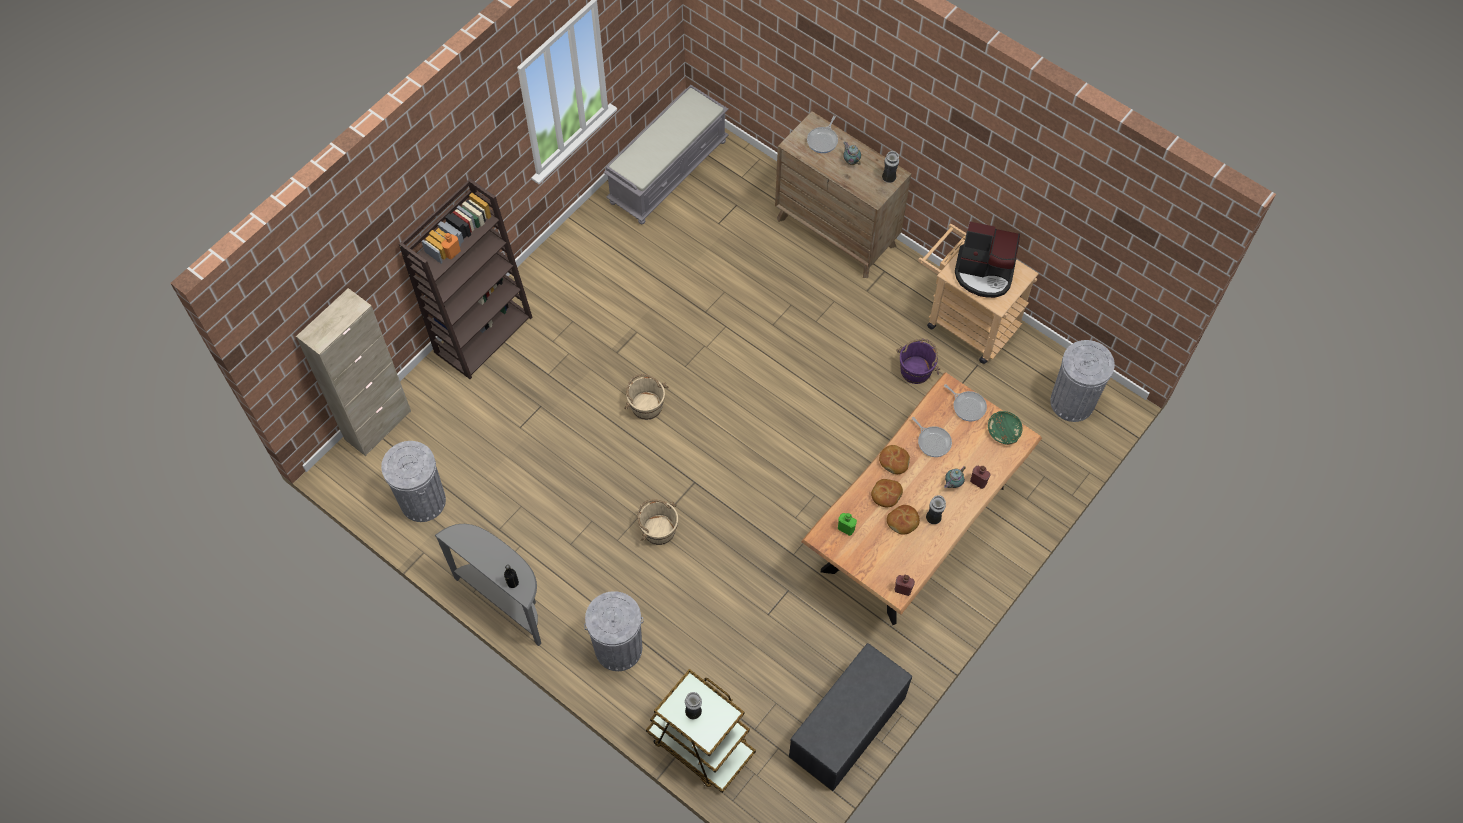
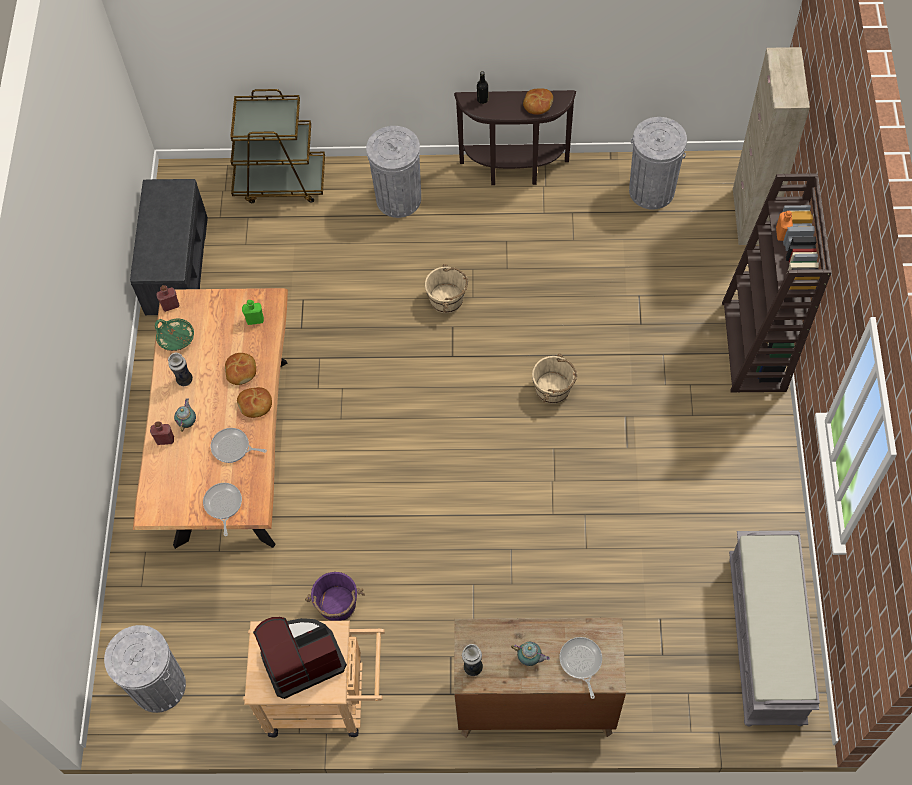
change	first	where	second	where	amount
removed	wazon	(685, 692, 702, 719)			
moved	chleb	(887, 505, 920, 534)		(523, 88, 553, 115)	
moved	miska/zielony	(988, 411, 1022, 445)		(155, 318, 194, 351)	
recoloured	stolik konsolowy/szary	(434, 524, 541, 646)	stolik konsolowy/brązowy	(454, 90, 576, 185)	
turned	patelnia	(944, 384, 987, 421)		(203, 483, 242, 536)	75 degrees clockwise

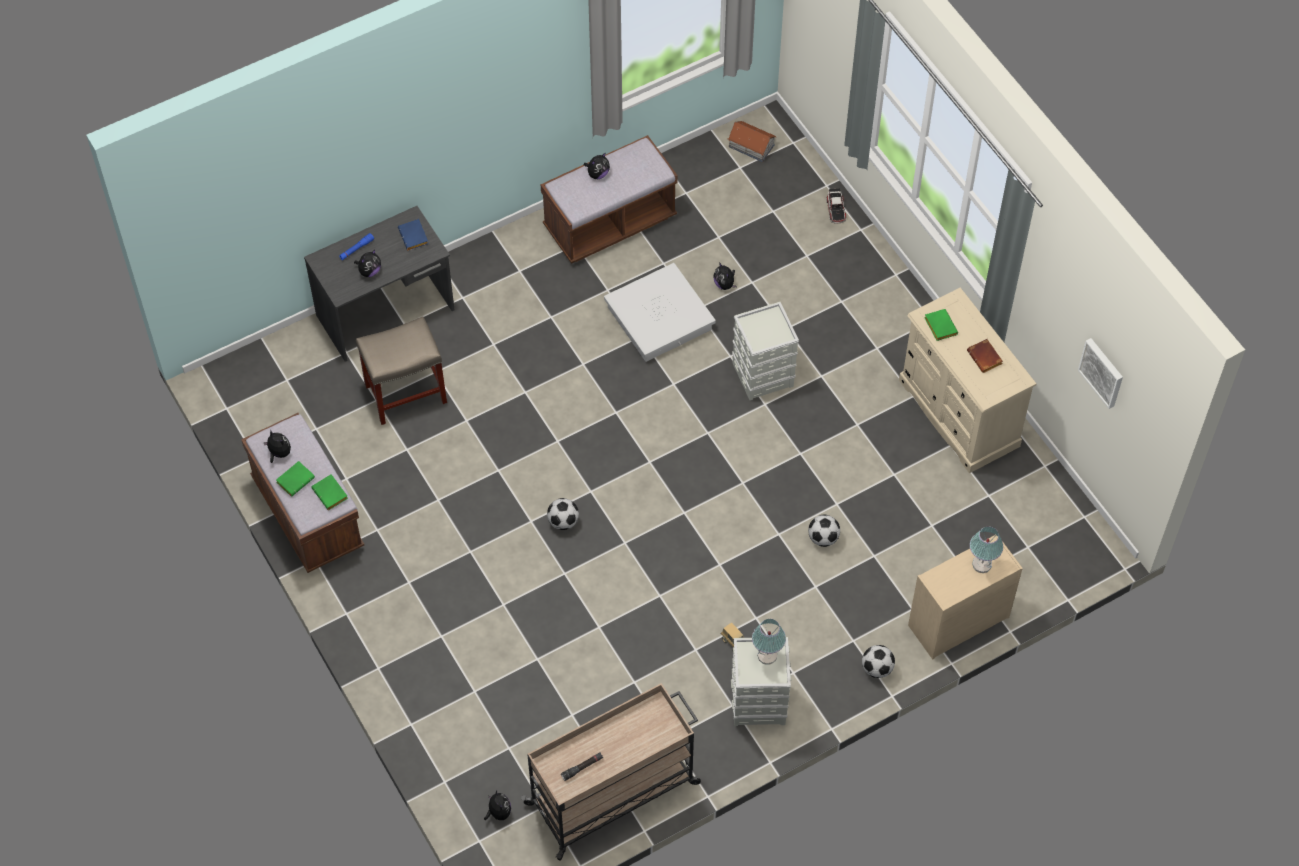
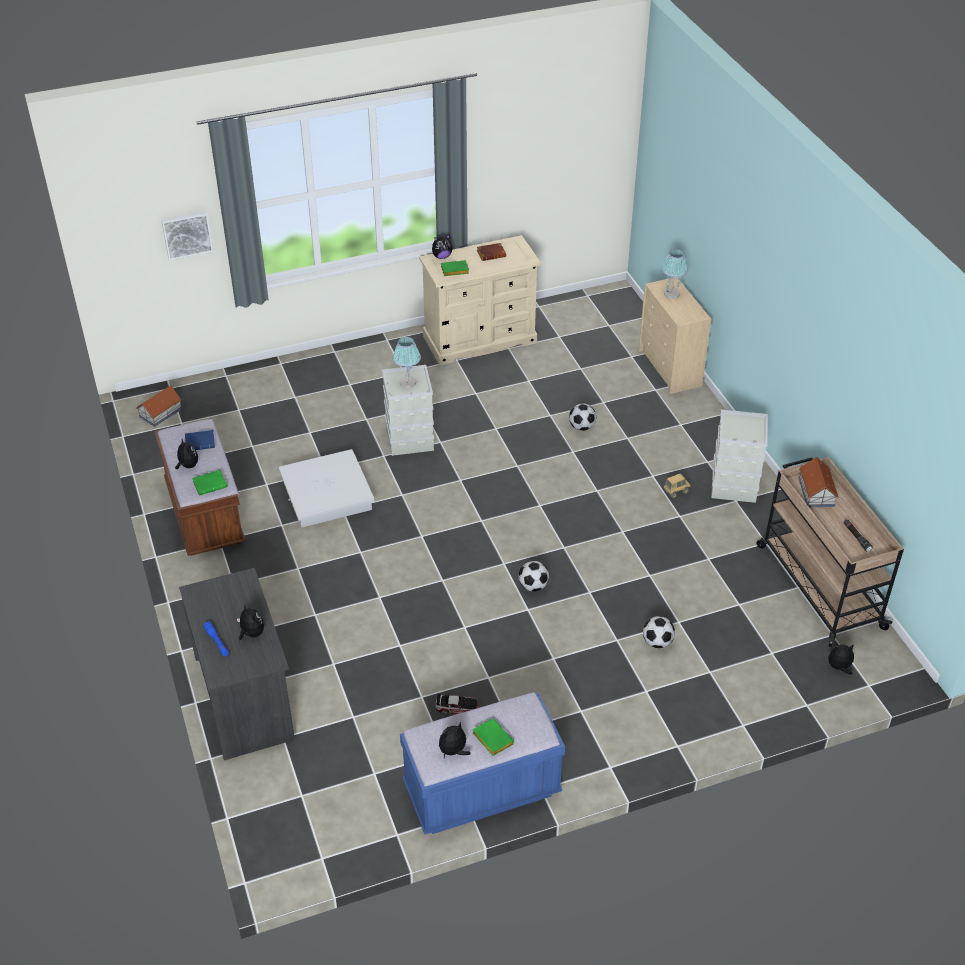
change	first	where	second	where	amount
removed	stołek/beżowy	(356, 316, 447, 425)			
added			domek	(799, 457, 839, 508)	
moved	książka/zielony	(311, 474, 348, 510)		(192, 470, 227, 496)	
moved	książka/niebieski	(398, 219, 429, 251)		(185, 430, 215, 450)	
moved	pluszak	(714, 262, 737, 290)		(432, 235, 452, 259)	
moved	lampa stołowa	(752, 619, 786, 665)		(393, 337, 421, 388)	
moved	samochodzik	(826, 189, 846, 224)		(436, 694, 478, 714)	
moved	piłka futbolowa	(862, 645, 895, 678)		(643, 616, 675, 648)	
moved	obraz	(1078, 338, 1123, 409)		(161, 211, 213, 261)	
recoloured	ławka/brązowy	(241, 413, 364, 573)	ławka/niebieski	(400, 692, 565, 834)	

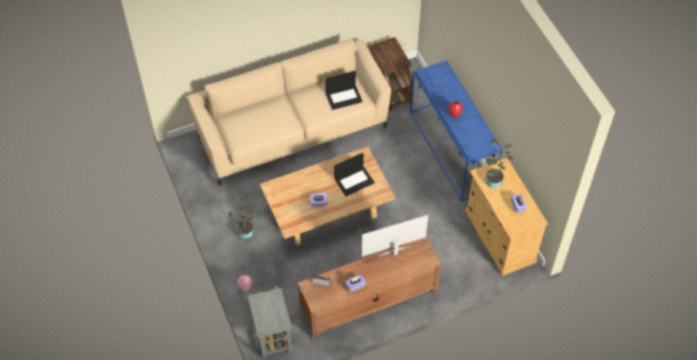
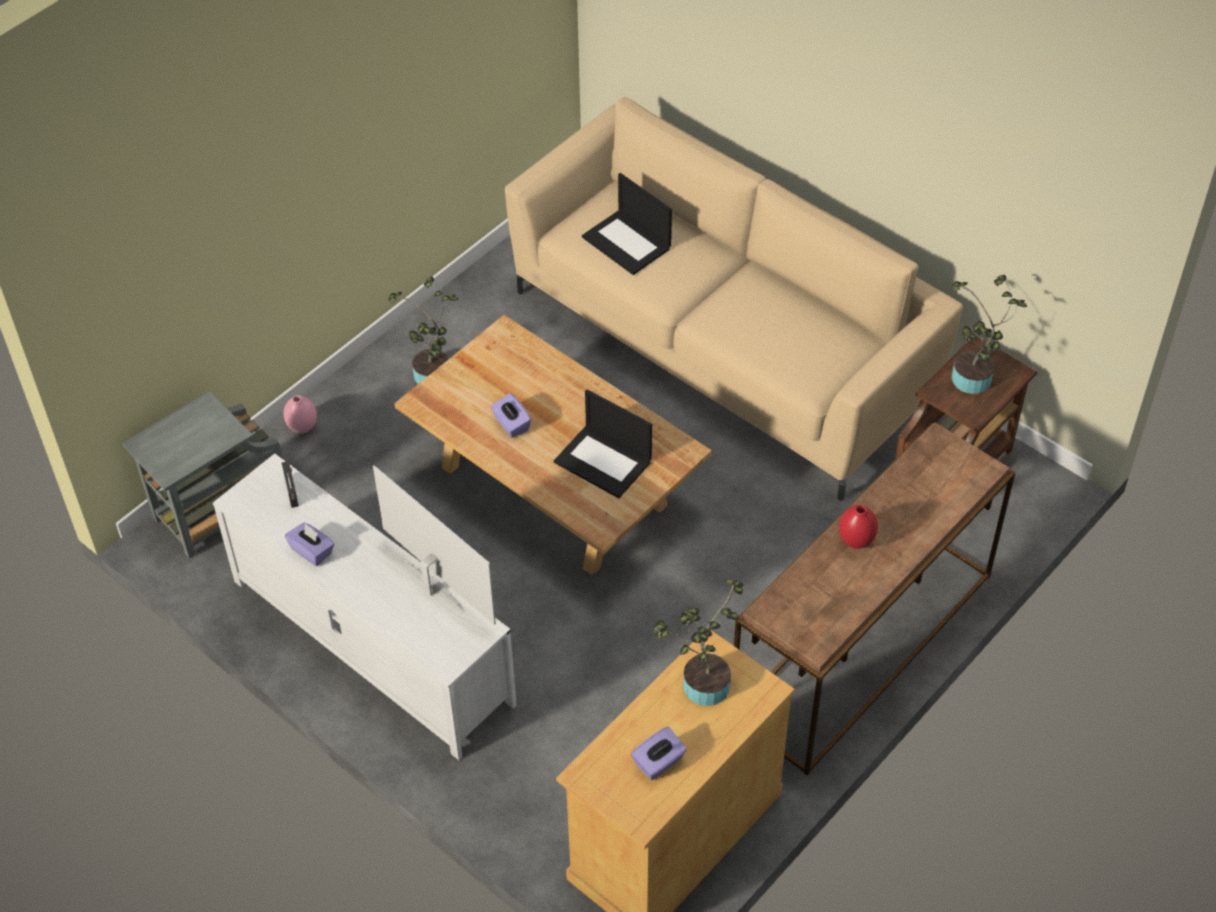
change	first	where	second	where	amount
added			roślina doniczkowa	(951, 275, 1027, 394)	
moved	laptop	(325, 71, 363, 110)		(582, 173, 672, 275)	
recoloured	szafka pod telewizor/brązowy	(298, 237, 441, 338)	szafka pod telewizor/biały	(213, 454, 517, 760)	
recoloured	stolik konsolowy/niebieski	(410, 61, 503, 201)	stolik konsolowy/brązowy	(734, 423, 1015, 775)	

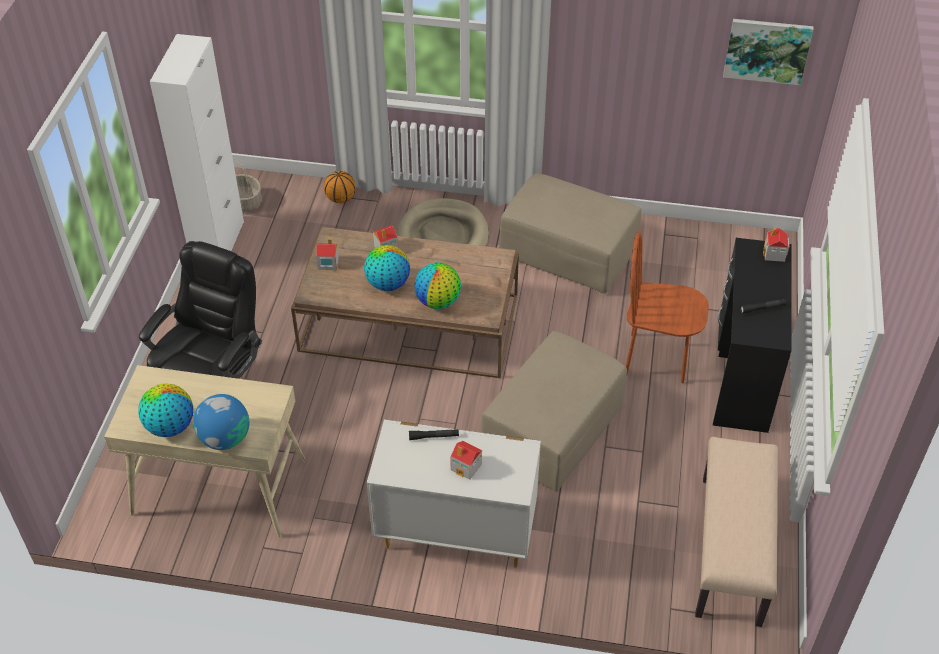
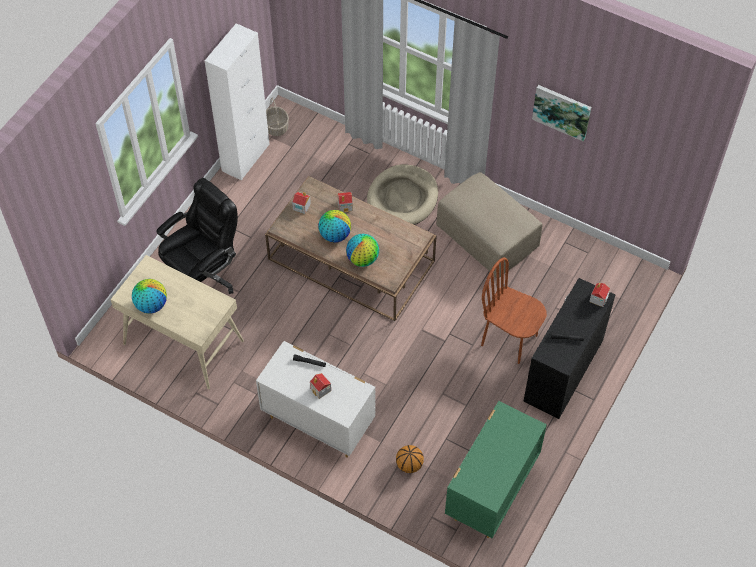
change	first	where	second	where	amount
removed	globus	(193, 394, 249, 450)			
removed	pufa/beżowy	(481, 331, 627, 492)			
moved	piłka do koszykówki	(324, 171, 356, 203)		(396, 445, 424, 473)	
moved	obraz	(723, 19, 813, 85)		(532, 85, 591, 141)	
replaced	ławka/beżowy	(695, 437, 778, 627)	komoda/zielony	(445, 401, 547, 538)	

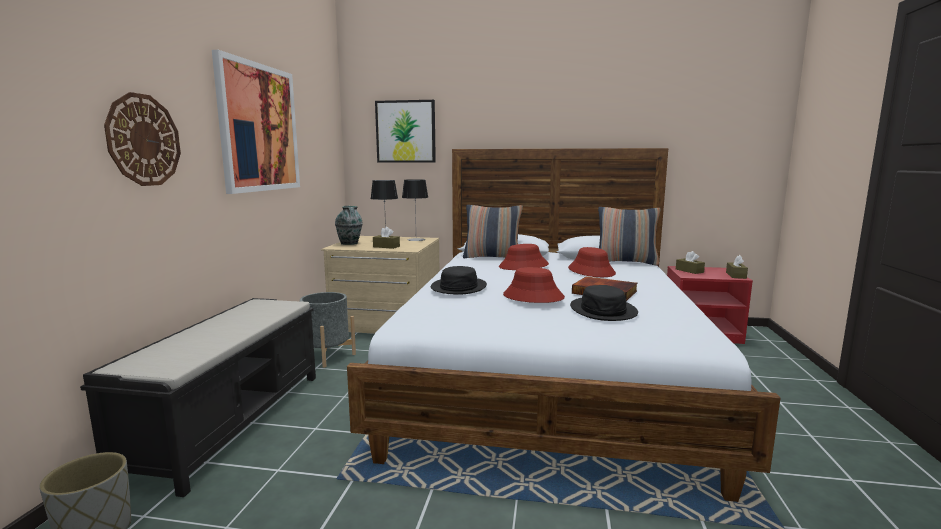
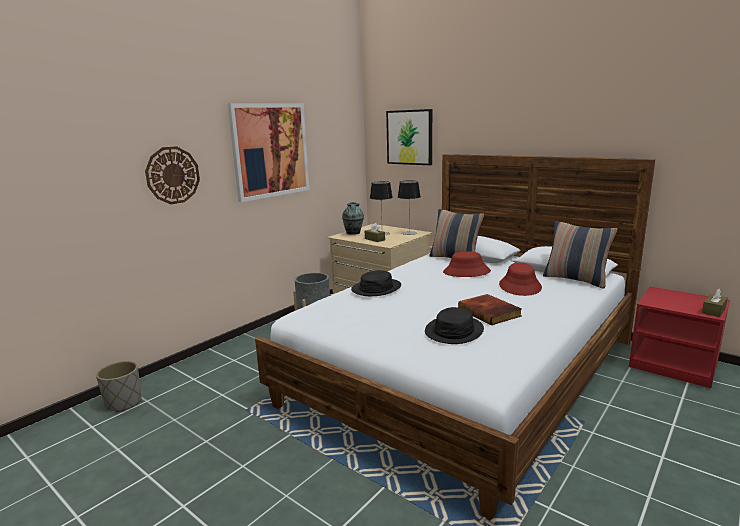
change	first	where	second	where	amount
removed	ławka/czarny	(80, 298, 316, 497)			
removed	kapelusz/czerwony	(503, 267, 565, 303)			
removed	pudełko chusteczek/brązowy	(676, 251, 705, 274)			

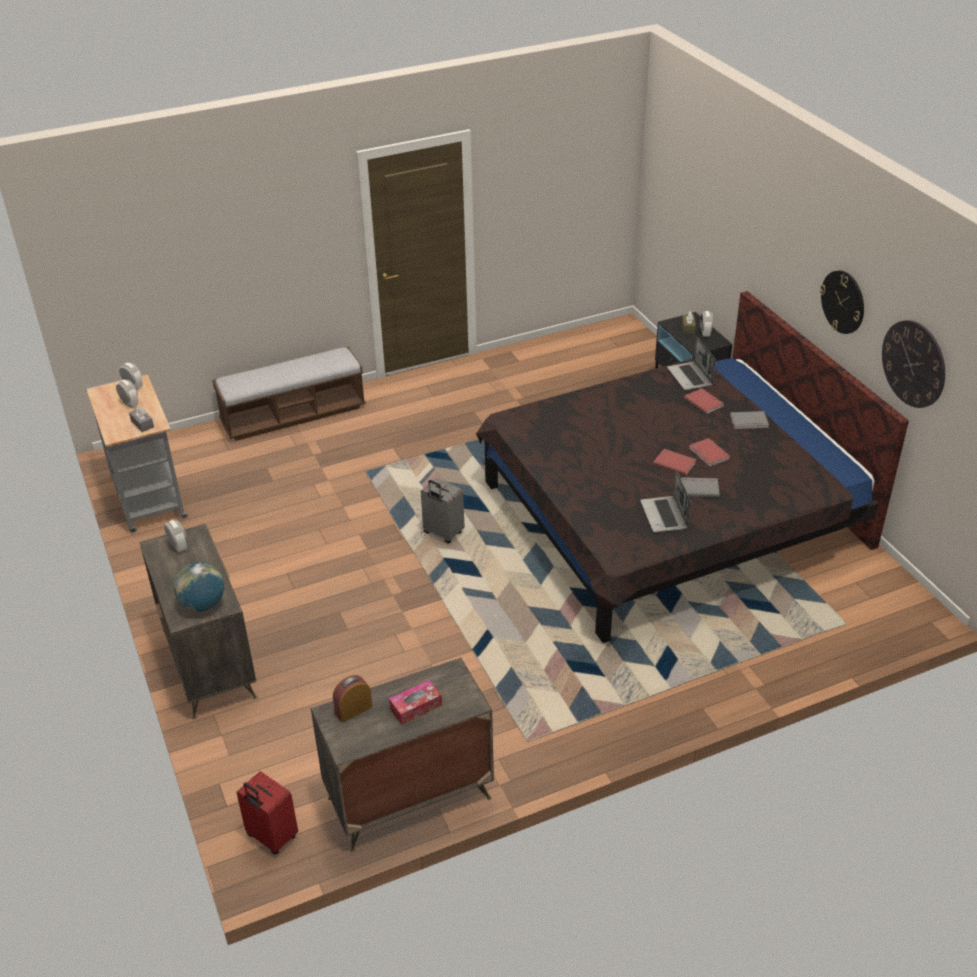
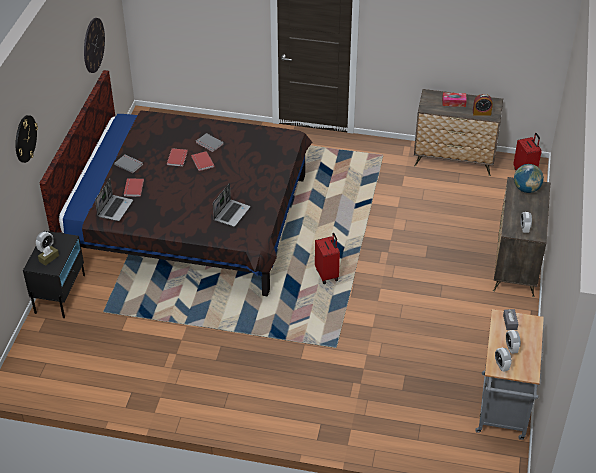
change	first	where	second	where	amount
removed	ławka	(212, 347, 366, 441)			
moved	laptop	(640, 470, 691, 532)		(213, 183, 250, 227)	
moved	zegar ścienny	(820, 270, 864, 334)		(15, 115, 38, 163)	
recoloured	walizka/szary	(421, 478, 465, 543)	walizka/czerwony	(315, 233, 340, 284)	

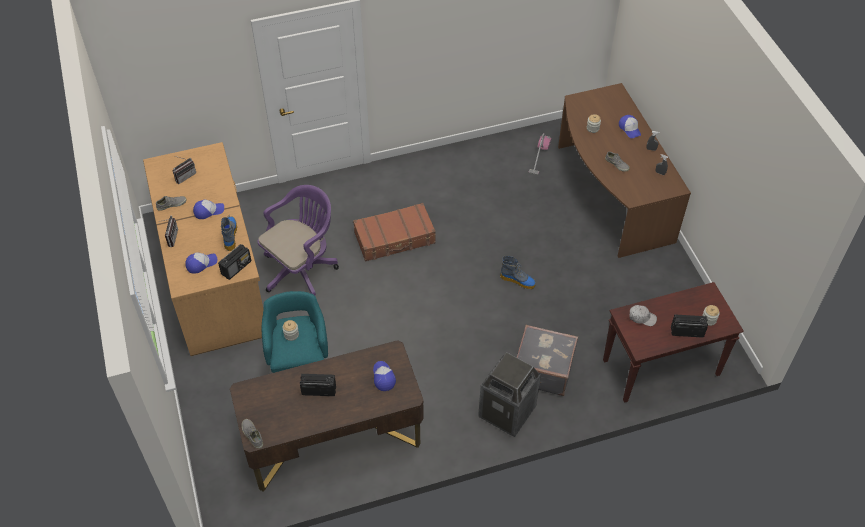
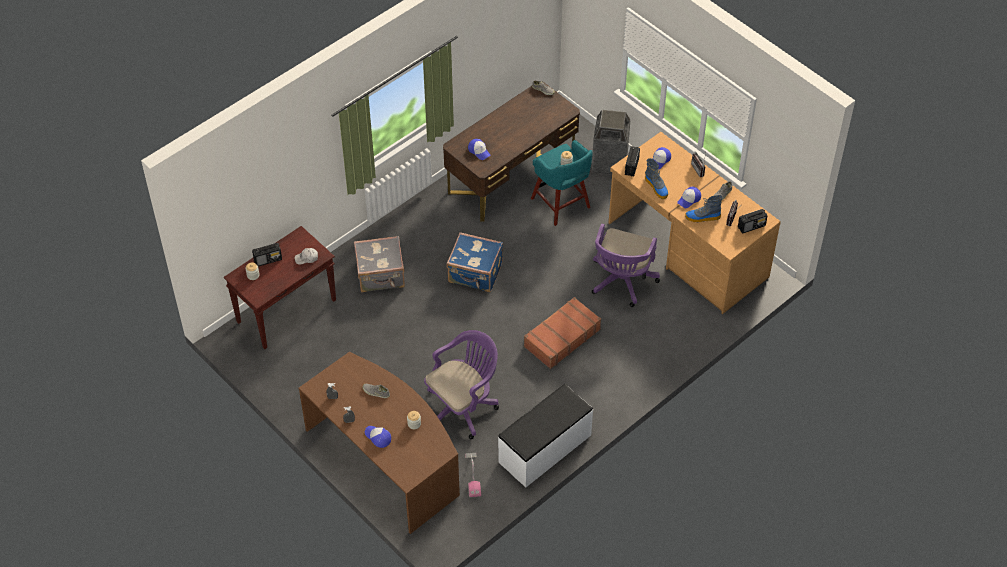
change	first	where	second	where	amount
added			krzesło biurowe/fioletowy	(424, 330, 499, 439)	
added			walizka/niebieski	(447, 232, 503, 292)	
added			ławka/biały	(498, 384, 593, 488)	
moved	radio	(300, 374, 336, 396)		(738, 209, 768, 234)	
moved	kosz na śmieci	(478, 352, 541, 437)		(592, 110, 631, 175)	
moved	but z cholewką	(500, 256, 536, 289)		(685, 195, 722, 222)	

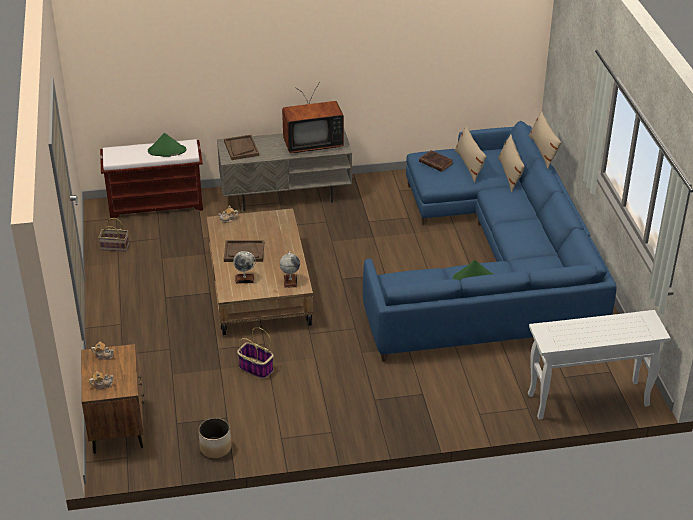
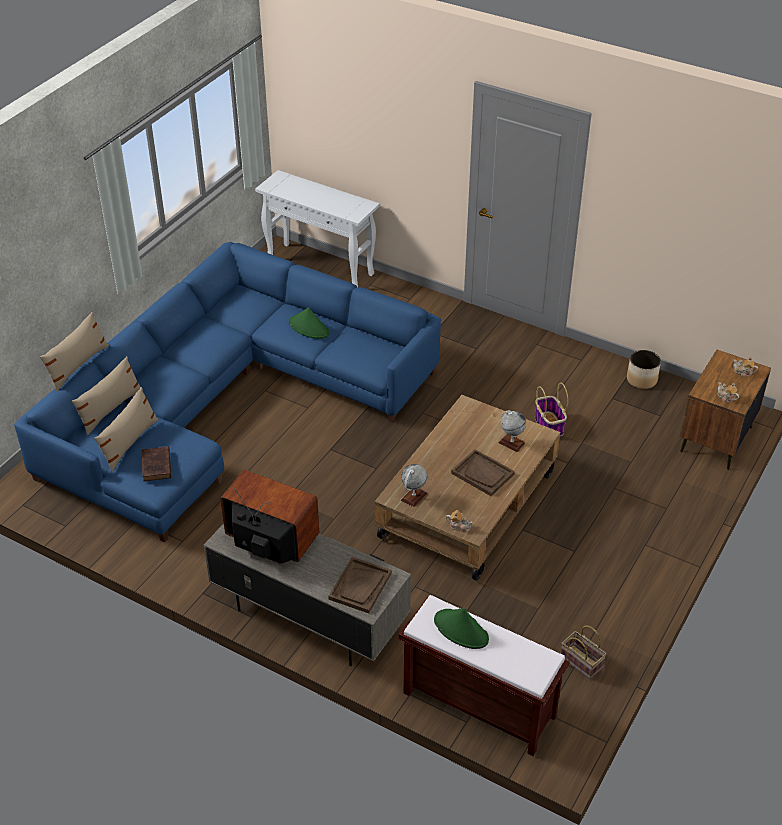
change	first	where	second	where	amount
moved	globus	(280, 252, 300, 288)		(401, 464, 427, 507)	

